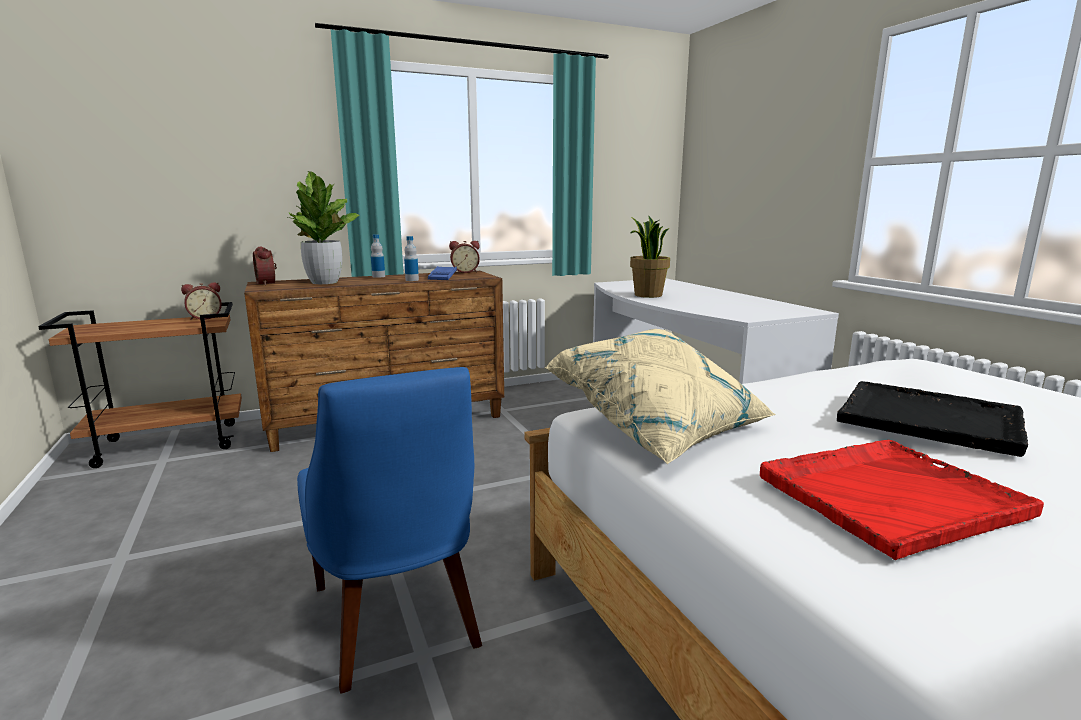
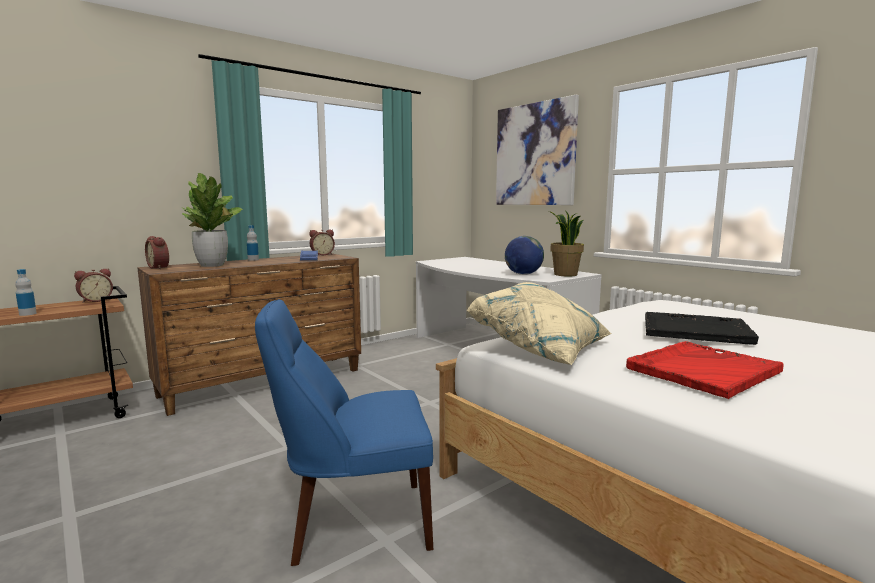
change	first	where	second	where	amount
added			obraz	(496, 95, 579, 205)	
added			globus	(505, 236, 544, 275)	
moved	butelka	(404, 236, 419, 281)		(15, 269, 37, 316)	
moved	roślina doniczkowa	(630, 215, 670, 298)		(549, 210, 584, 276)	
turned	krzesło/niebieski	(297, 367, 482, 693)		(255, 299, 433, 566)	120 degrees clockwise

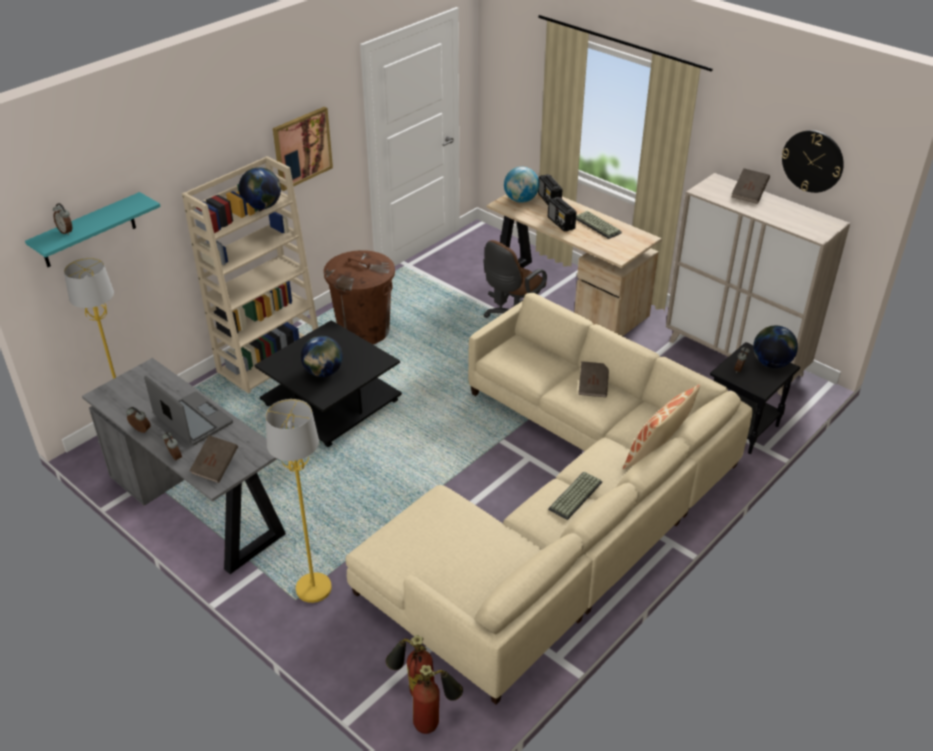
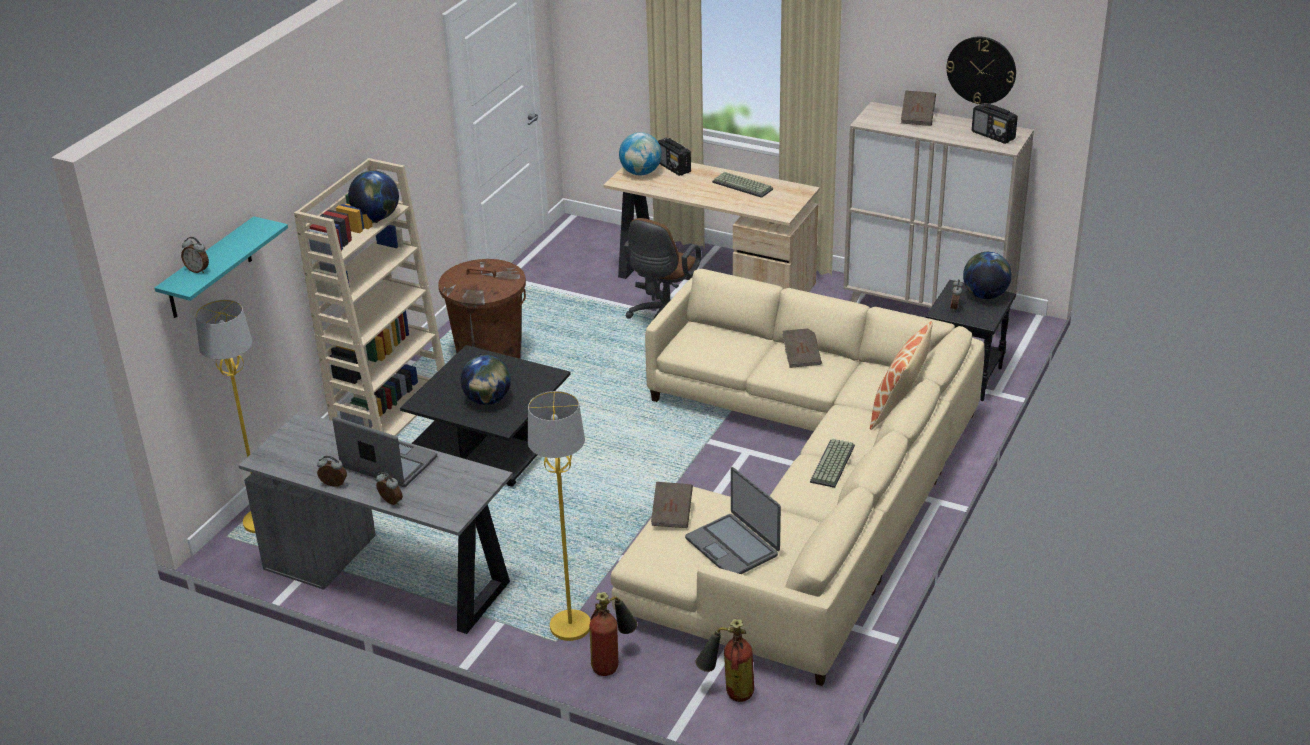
change	first	where	second	where	amount
removed	obraz	(273, 107, 333, 191)			
added			laptop	(685, 467, 781, 574)	
moved	książka/brązowy	(189, 435, 238, 483)		(651, 482, 693, 528)	
moved	gaśnica	(413, 665, 463, 734)		(589, 592, 637, 676)	
moved	radio	(548, 197, 576, 232)		(972, 103, 1018, 144)	

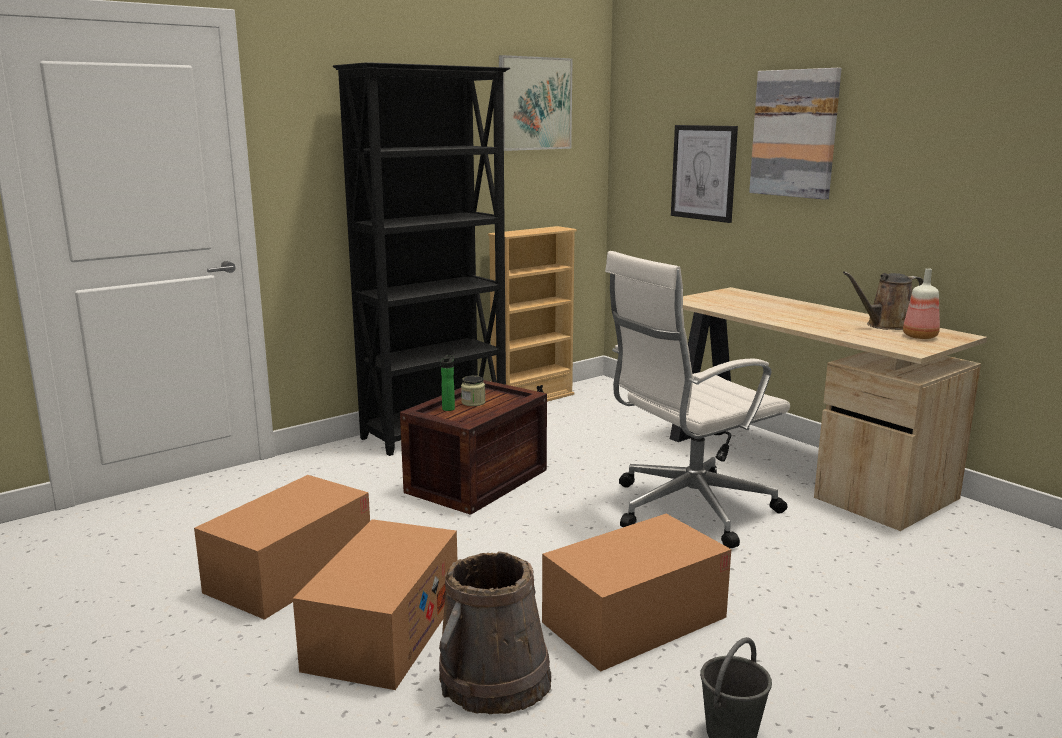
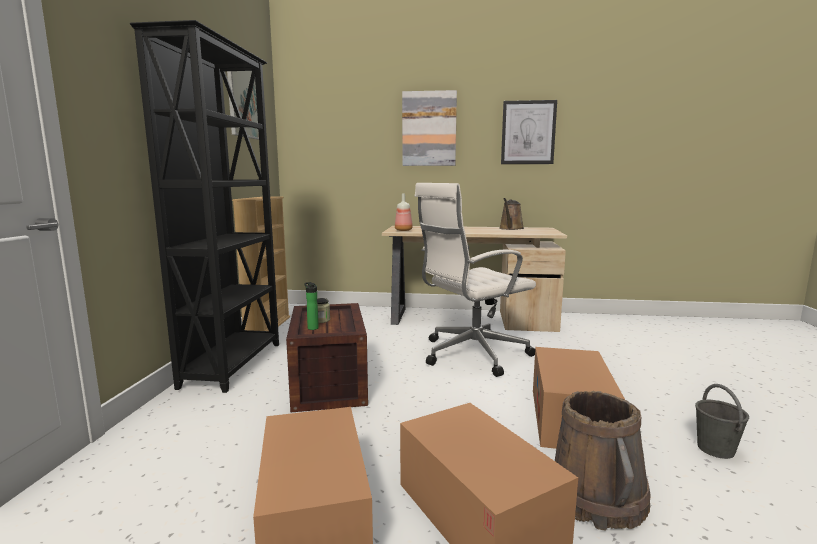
change	first	where	second	where	amount
moved	obraz	(671, 125, 738, 223)		(501, 100, 557, 164)	
moved	butelka	(903, 268, 940, 339)		(395, 193, 413, 231)	
turned	krzesło biurowe/biały	(605, 251, 790, 548)		(415, 183, 536, 377)	45 degrees clockwise

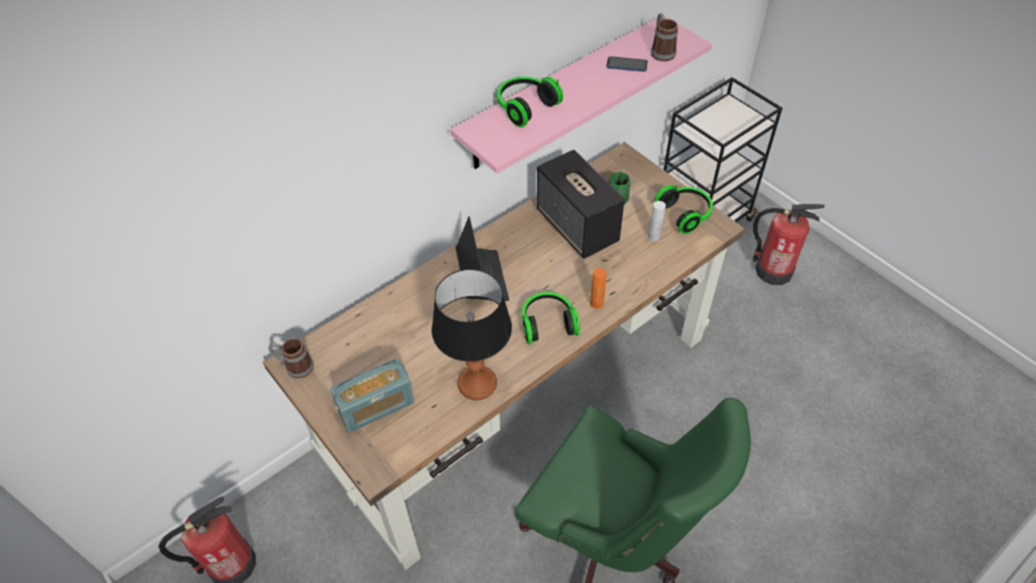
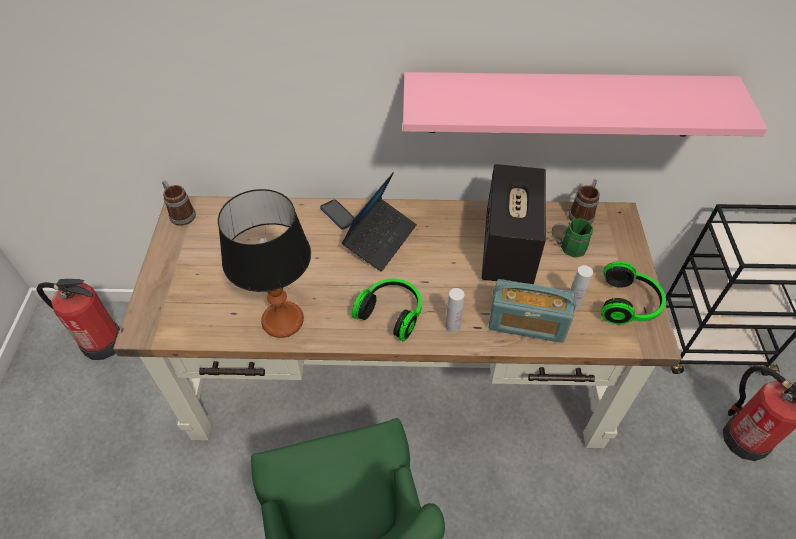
change	first	where	second	where	amount
removed	słuchawki	(497, 77, 563, 128)			
moved	radio	(330, 358, 414, 433)		(488, 279, 576, 343)	
moved	telefon	(606, 56, 648, 72)		(320, 199, 355, 230)	
moved	kubek	(651, 13, 678, 62)		(569, 179, 600, 224)	
recoloured	butelka/pomarańczowy	(590, 268, 606, 309)	butelka/biały	(445, 288, 465, 333)	

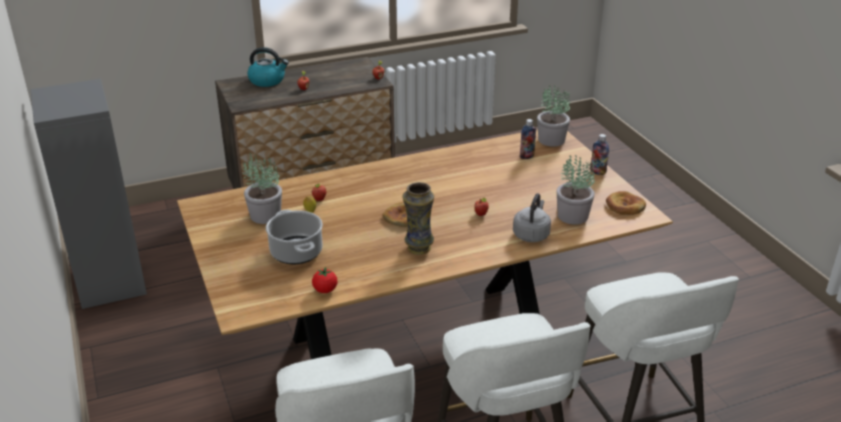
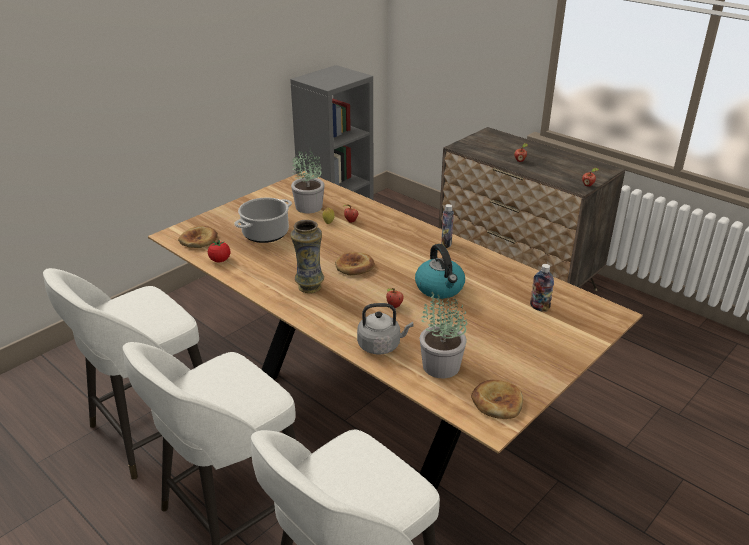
change	first	where	second	where	amount
removed	roślina doniczkowa	(537, 85, 570, 147)			
added			chleb	(178, 226, 218, 248)	
moved	czajnik	(247, 47, 289, 87)		(415, 244, 465, 299)	
moved	butelka	(590, 134, 609, 175)		(441, 204, 454, 248)	

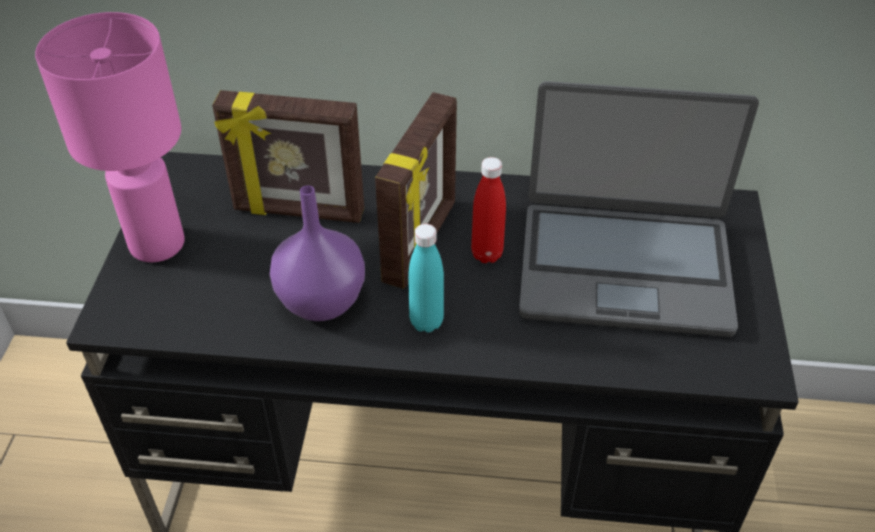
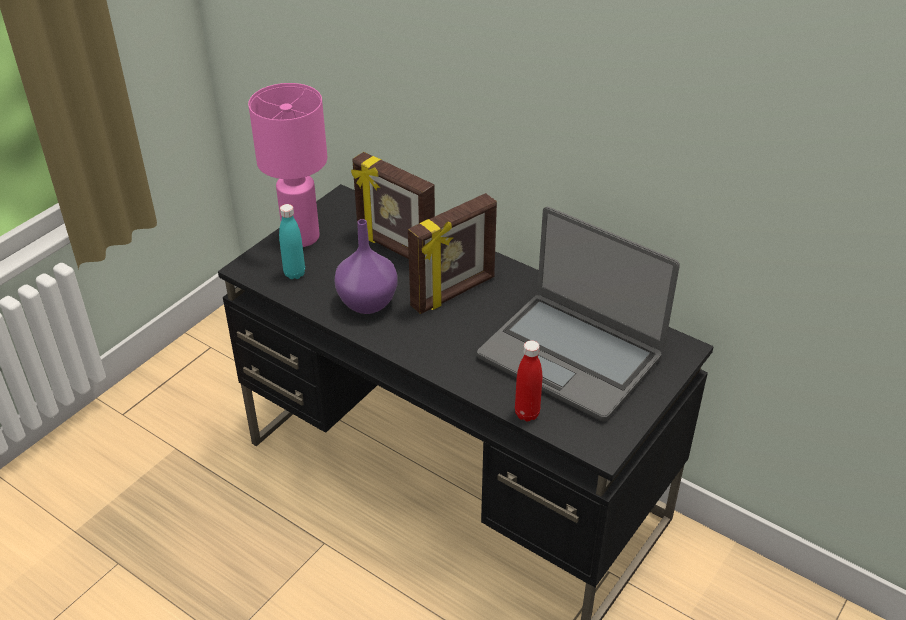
change	first	where	second	where	amount
moved	butelka/turkusowy	(408, 224, 444, 333)		(279, 204, 305, 279)	
moved	butelka/czerwony	(471, 157, 506, 263)		(515, 340, 542, 421)	

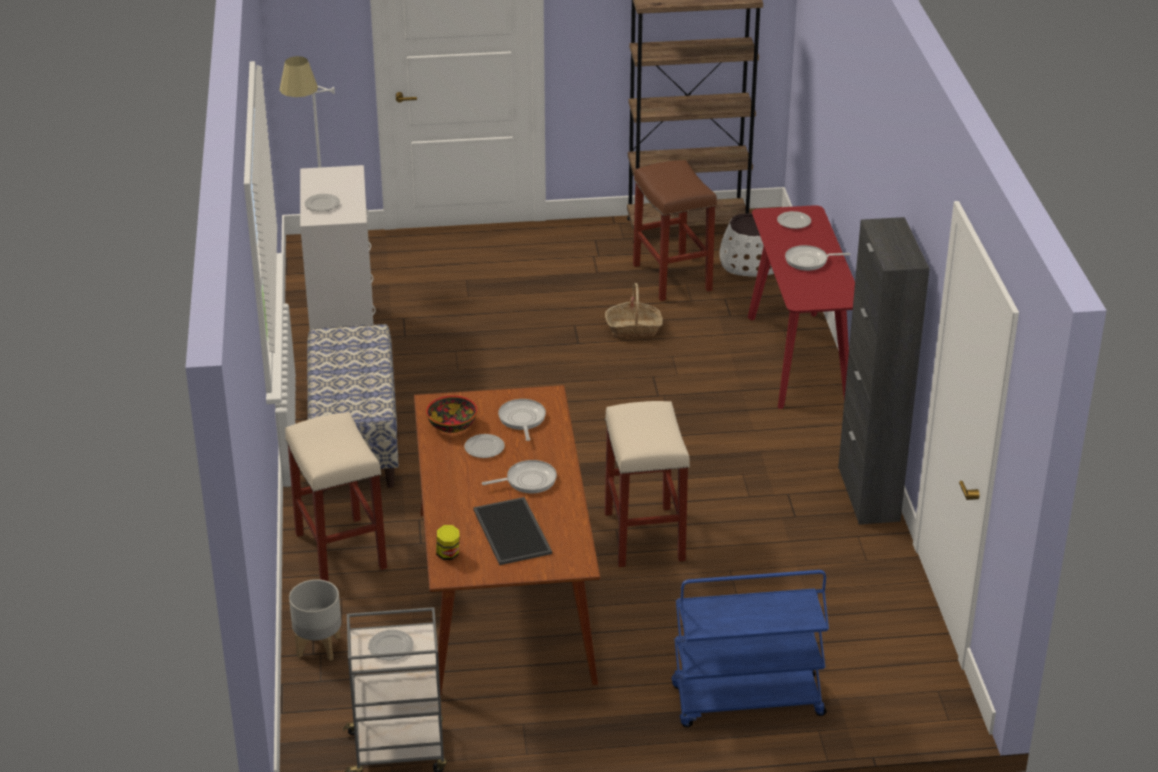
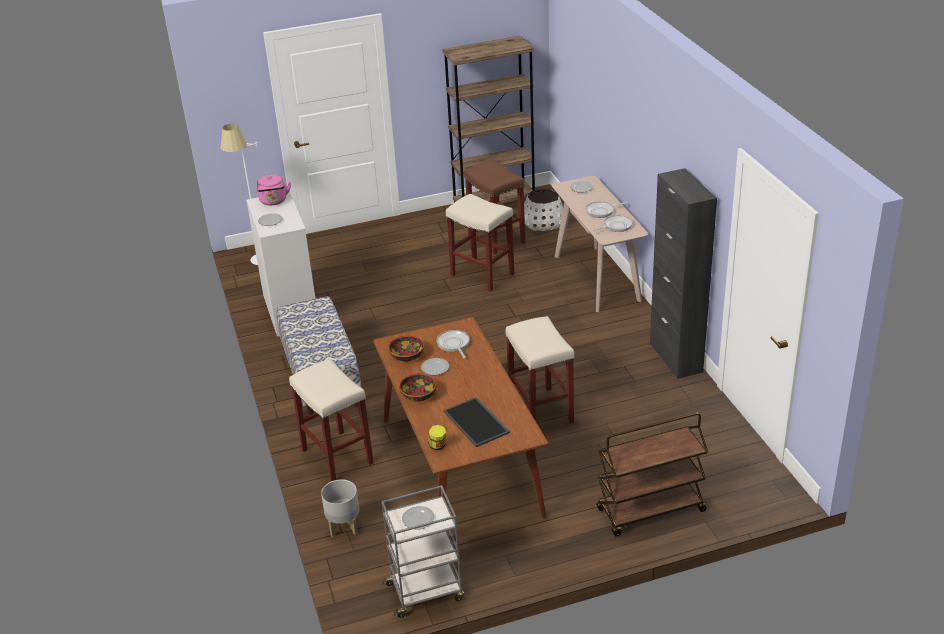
change	first	where	second	where	amount
added			czajnik/różowy	(257, 175, 291, 205)	
added			miska	(399, 373, 437, 402)	
moved	patelnia	(482, 460, 557, 493)		(593, 215, 633, 232)	
replaced	koszyk	(605, 283, 663, 337)	stołek/beżowy	(446, 194, 514, 292)	
recoloured	wózek/niebieski	(671, 570, 829, 727)	wózek/brązowy	(596, 412, 708, 537)	
recoloured	stolik konsolowy/czerwony	(748, 205, 855, 409)	stolik konsolowy/beżowy	(552, 176, 648, 312)	

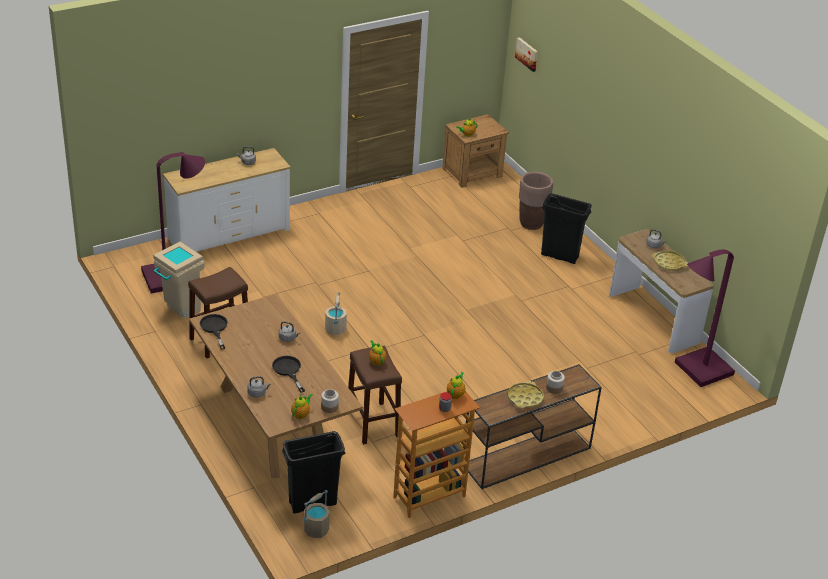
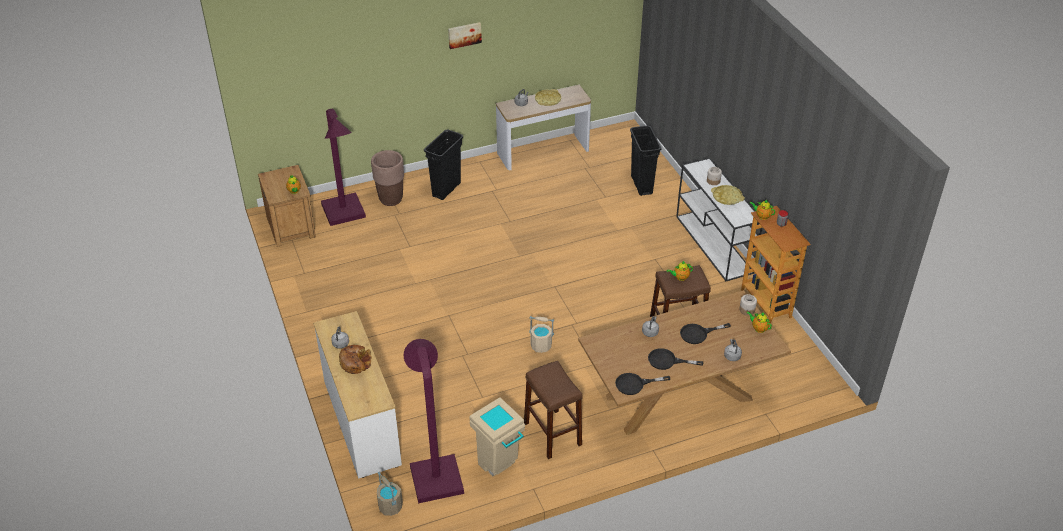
change	first	where	second	where	amount
added			chleb	(339, 345, 372, 374)	
added			patelnia/czarny	(648, 348, 703, 370)	
moved	kosz na śmieci/czarny	(282, 431, 345, 513)		(630, 126, 662, 196)	
moved	wiadro/beżowy	(304, 490, 330, 538)		(376, 472, 403, 516)	
moved	obraz	(515, 37, 538, 72)		(448, 22, 482, 49)	
moved	lampa stojąca/fioletowy	(675, 249, 735, 387)		(321, 109, 366, 226)	
recoloured	stolik konsolowy/brązowy	(463, 364, 602, 489)	stolik konsolowy/biały	(676, 158, 762, 281)	

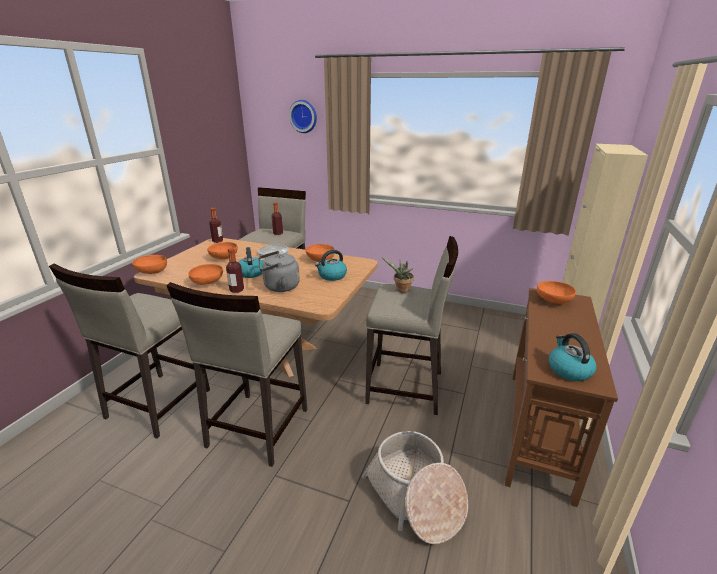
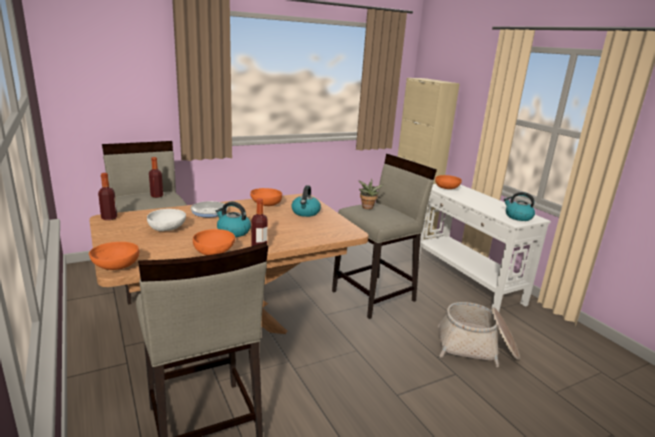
change	first	where	second	where	amount
removed	stołek/beżowy	(166, 282, 307, 467)			
removed	czajnik/szary	(258, 251, 300, 292)			
removed	zegar ścienny	(289, 100, 317, 133)			
recoloured	miska/pomarańczowy	(207, 242, 238, 259)	miska/biały	(147, 209, 186, 231)	
recoloured	stolik konsolowy/brązowy	(505, 288, 618, 507)	stolik konsolowy/biały	(419, 184, 551, 312)	

